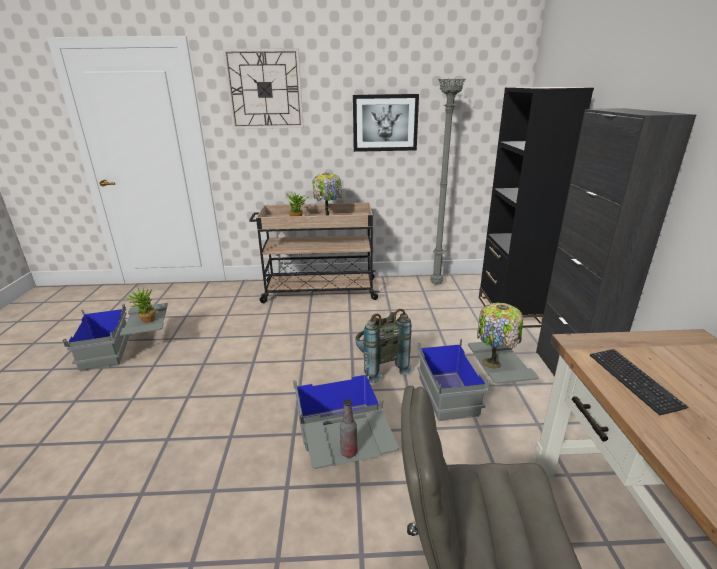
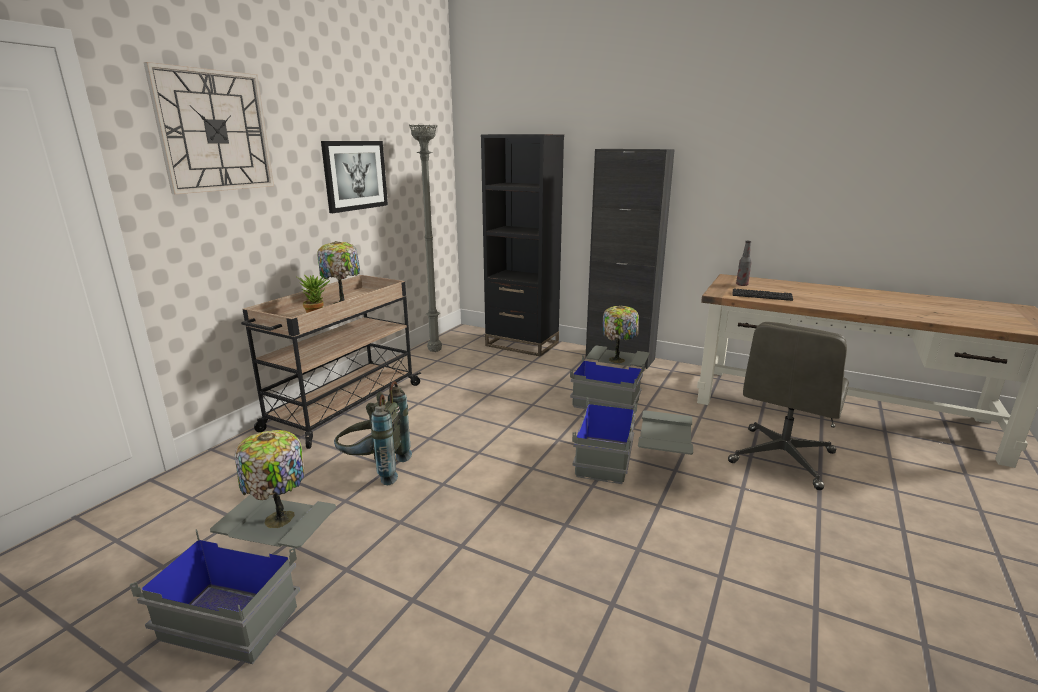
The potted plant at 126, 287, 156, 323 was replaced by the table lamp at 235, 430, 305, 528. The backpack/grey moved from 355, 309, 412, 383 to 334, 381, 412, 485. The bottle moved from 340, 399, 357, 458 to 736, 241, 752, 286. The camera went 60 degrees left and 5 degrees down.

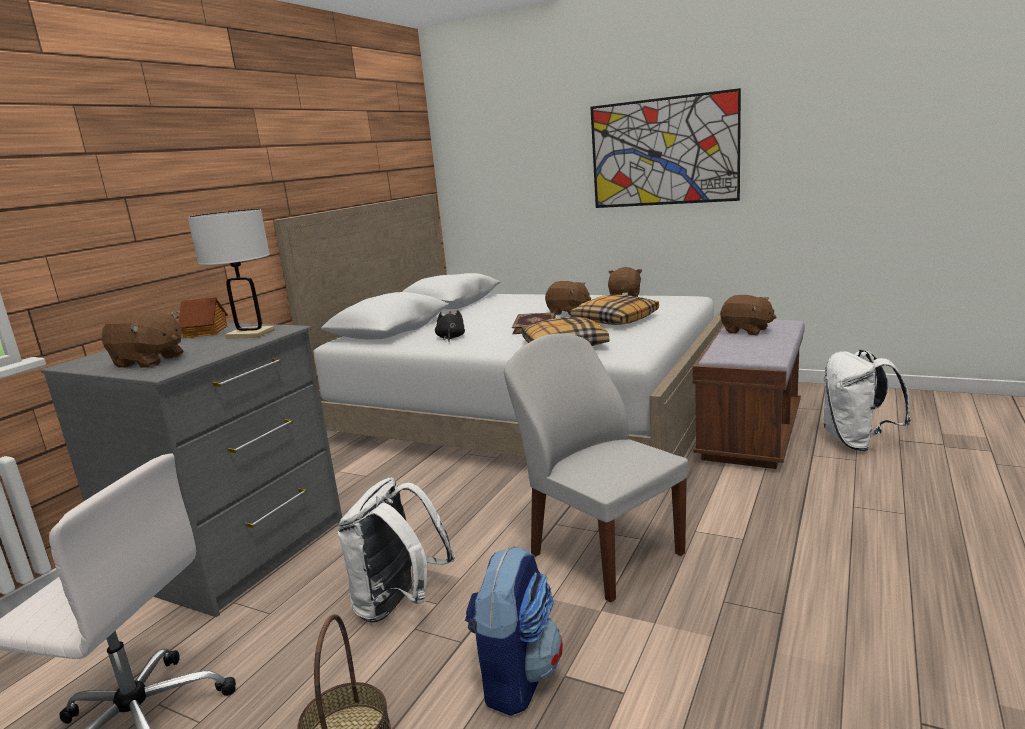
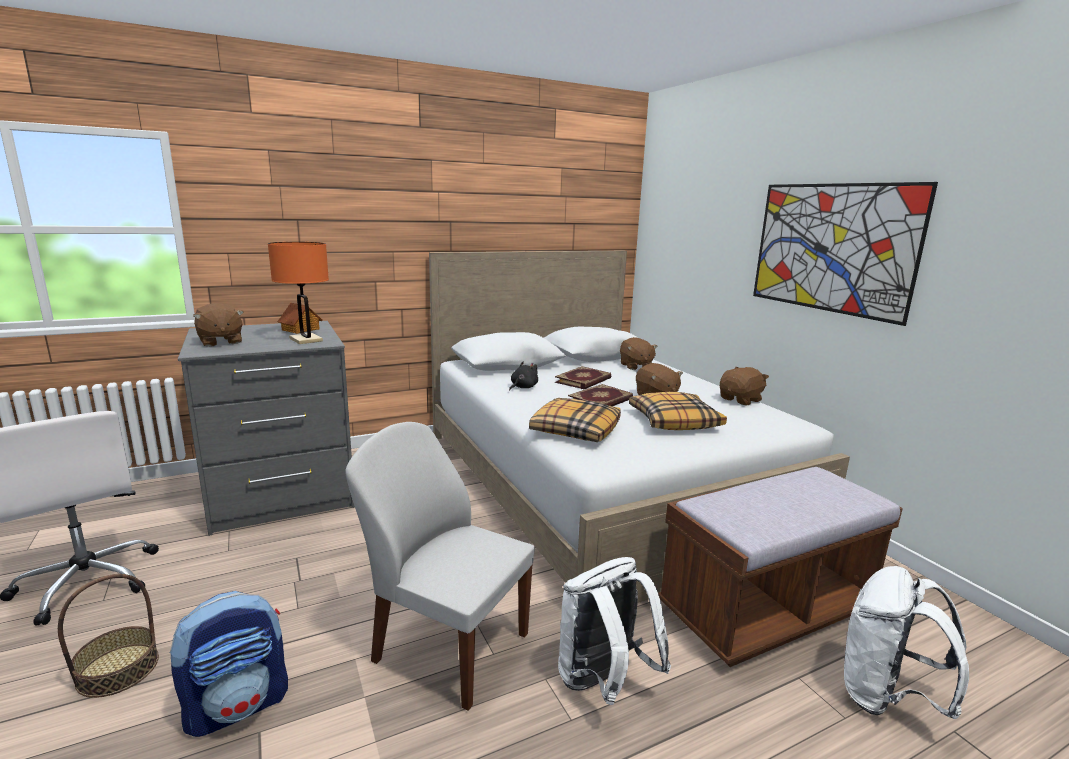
The table lamp/white at 188, 209, 275, 339 became the table lamp/orange at 268, 242, 329, 344. The plush toy/brown moved from 720, 295, 776, 335 to 620, 337, 658, 370. The chair/white at 504, 333, 688, 602 turned 60 degrees counterclockwise. The backpack/white moved from 338, 477, 455, 623 to 558, 557, 671, 705. The book at 555, 366, 611, 390 appeared. The camera went 35 degrees right and 0 degrees up.

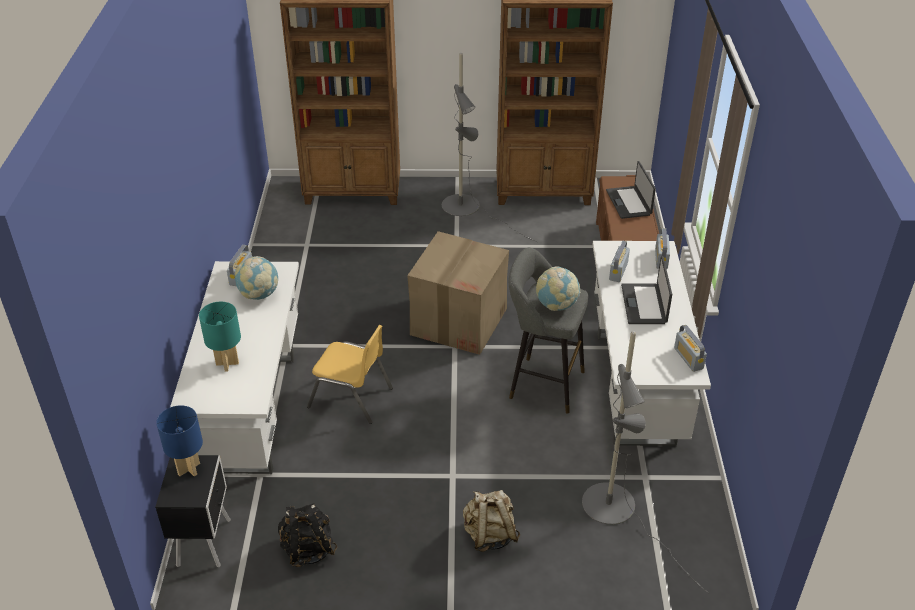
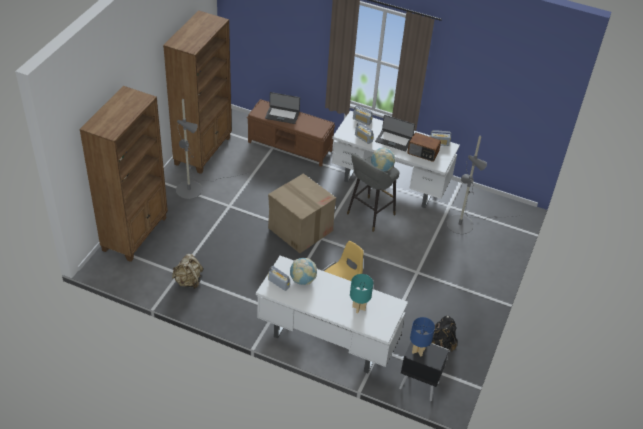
The backpack/beige moved from 463, 490, 520, 552 to 172, 254, 203, 289. The radio at 407, 132, 441, 162 appeared. The camera went 70 degrees left and 5 degrees up.

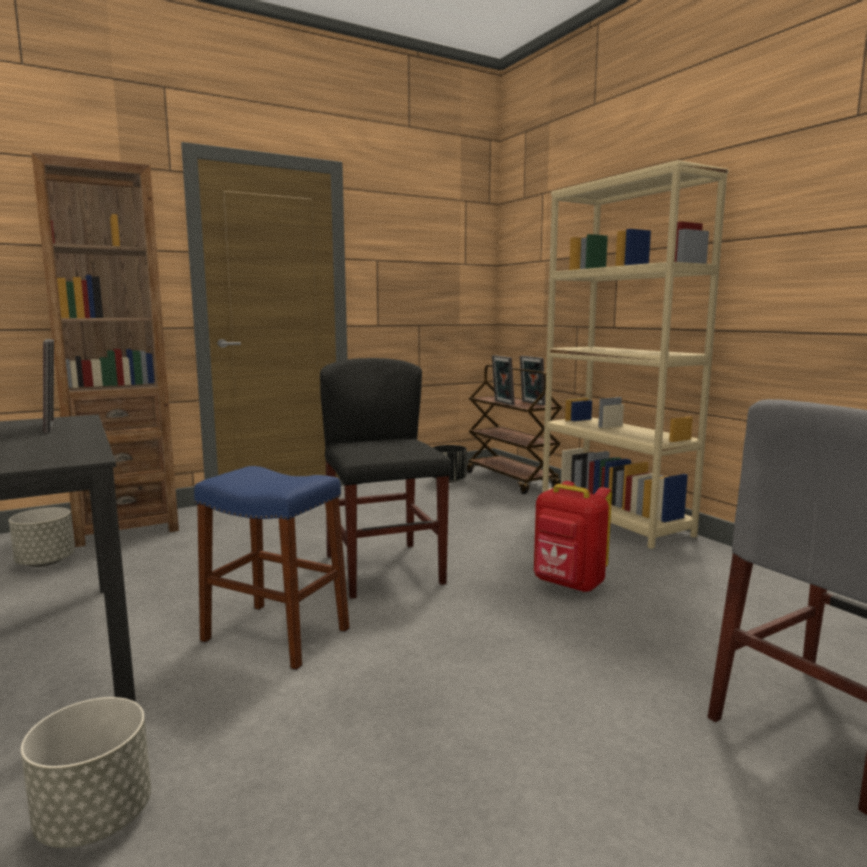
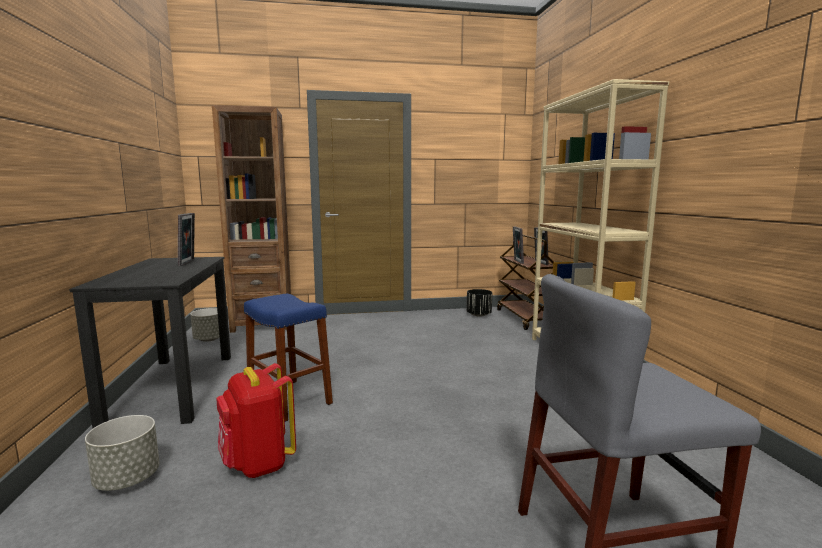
The chair/black at 320, 358, 451, 599 disappeared. The backpack/red moved from 534, 481, 612, 592 to 216, 363, 296, 478. The camera went 20 degrees right and 0 degrees up.

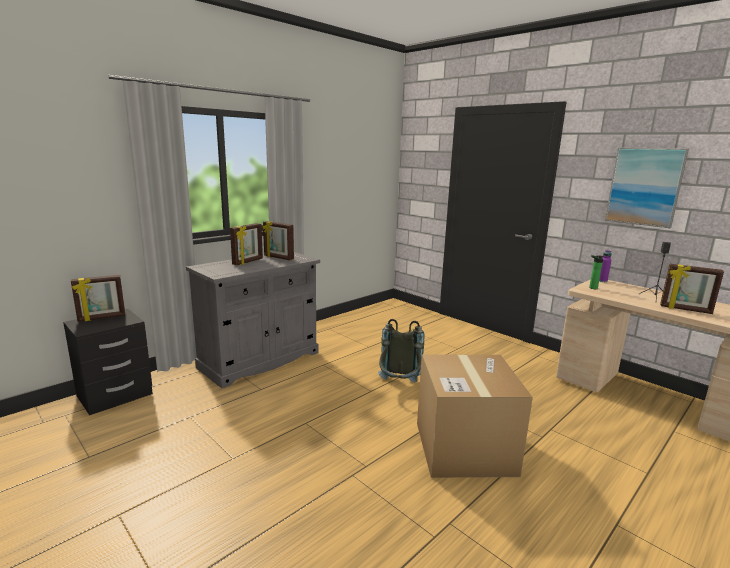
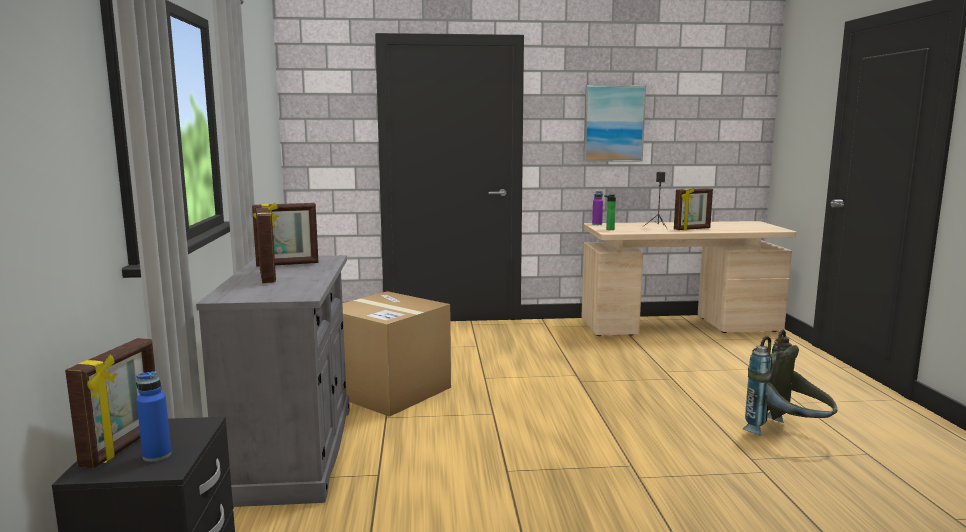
The backpack/grey moved from 378, 319, 425, 382 to 743, 330, 838, 436. The cardboard box moved from 417, 354, 533, 478 to 342, 291, 451, 417. The bottle/blue at 136, 371, 171, 462 appeared. The camera went 50 degrees left and 5 degrees down.

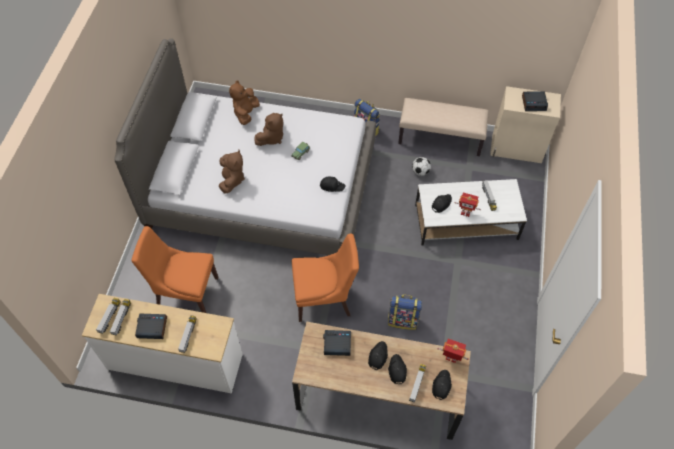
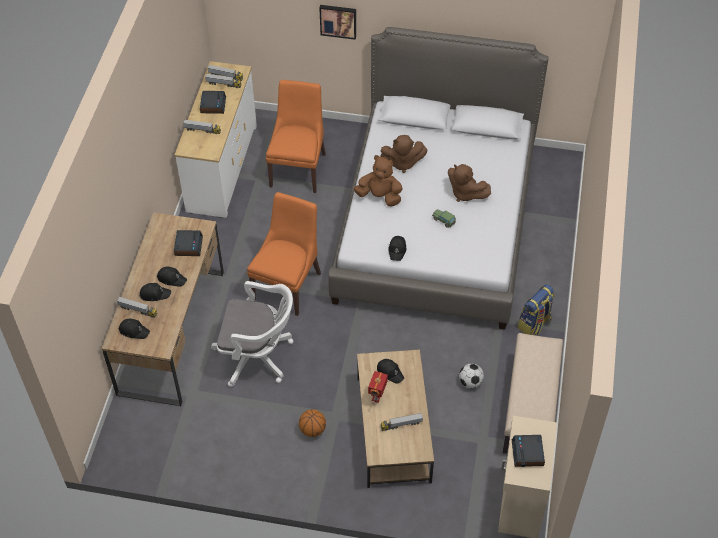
The plush toy/brown moved from 229, 80, 260, 125 to 354, 155, 403, 206. The coffee table/white at 415, 179, 527, 246 became the coffee table/brown at 357, 350, 434, 488. The chair/orange at 292, 234, 359, 322 turned 150 degrees counterclockwise. The backpack at 388, 294, 422, 330 was replaced by the office chair/white at 211, 281, 293, 387. The toy robot at 437, 339, 469, 363 disappeared. The picture at 319, 5, 356, 40 appeared. The basketball at 299, 409, 326, 437 appeared. The camera went 90 degrees right and 5 degrees down.

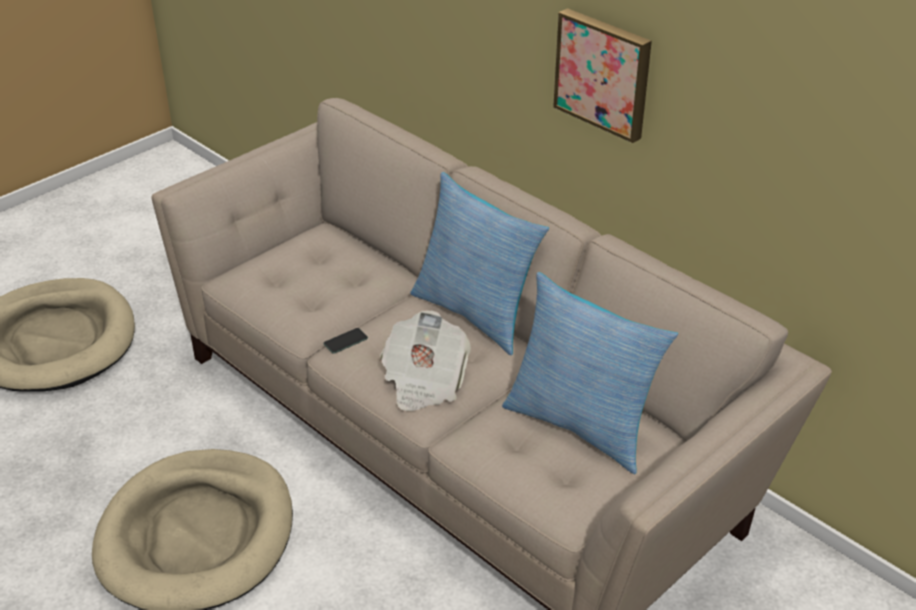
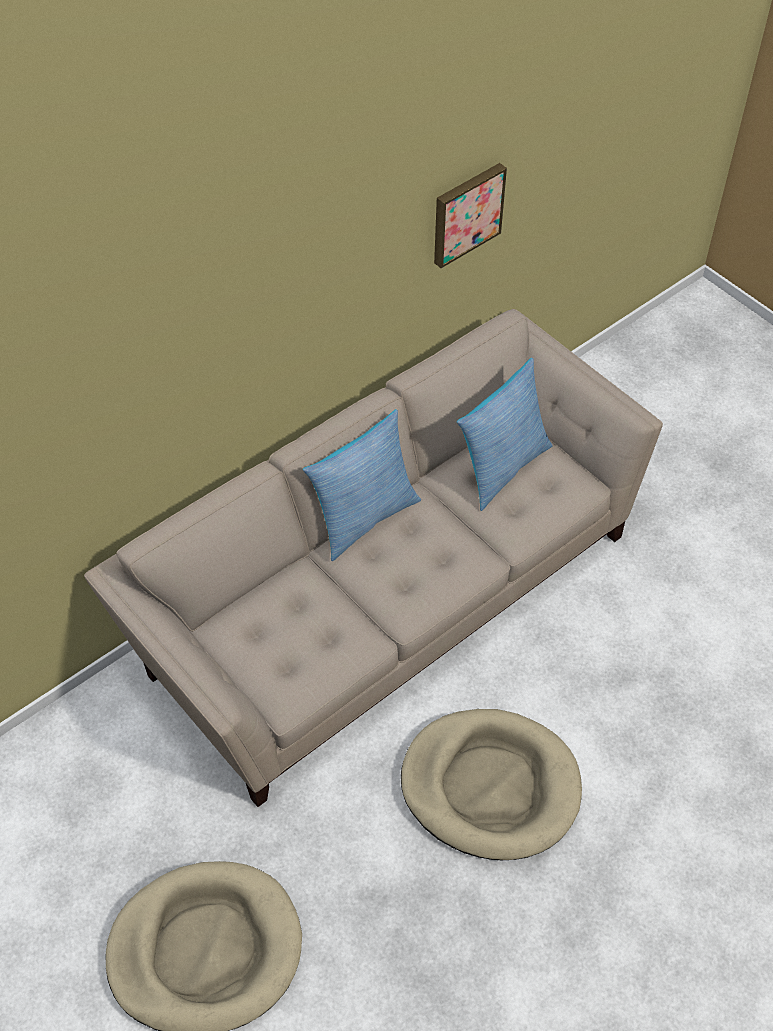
The picture moved from 553, 8, 652, 143 to 434, 163, 507, 268. The newspaper at 380, 310, 471, 411 disappeared. The phone at 323, 328, 368, 354 disappeared. The camera went 85 degrees left and 15 degrees up.

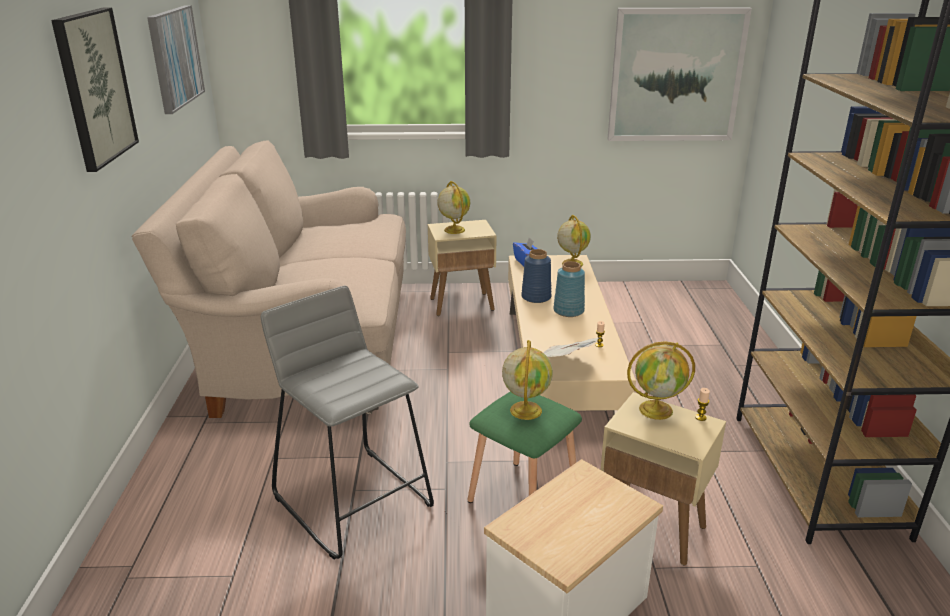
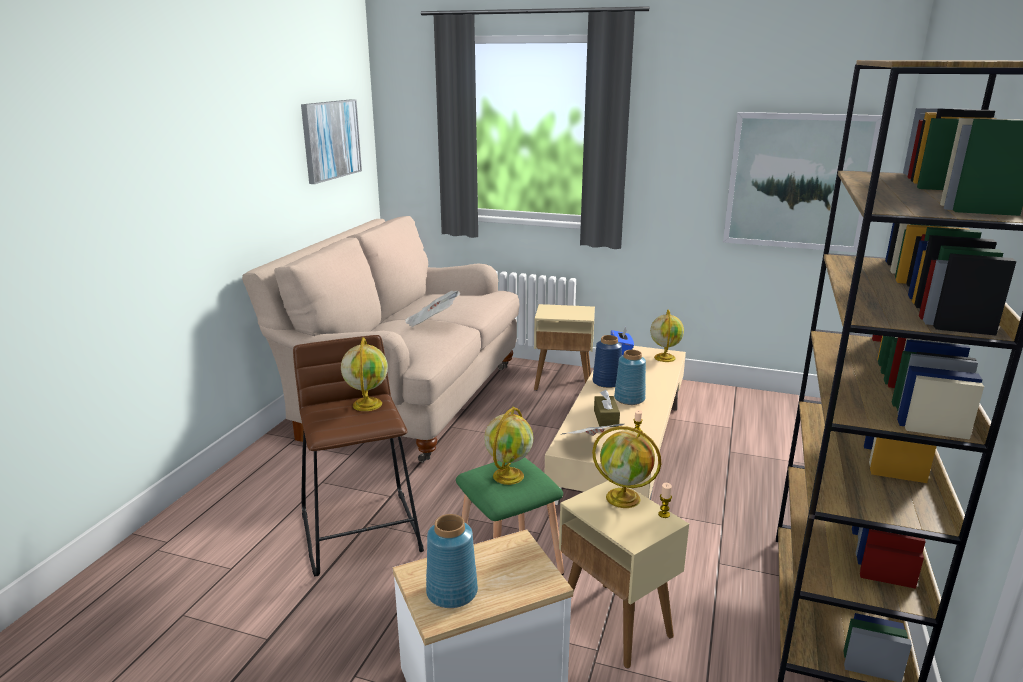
The picture at 51, 7, 139, 172 disappeared. The globe moved from 437, 181, 470, 234 to 341, 337, 388, 411. The stool/grey at 261, 286, 434, 560 became the stool/brown at 293, 335, 424, 576. The newspaper at 405, 291, 460, 327 appeared. The tissue box/brown at 594, 390, 620, 427 appeared. The vase/blue at 426, 514, 478, 608 appeared. The camera went 20 degrees right and 5 degrees down.

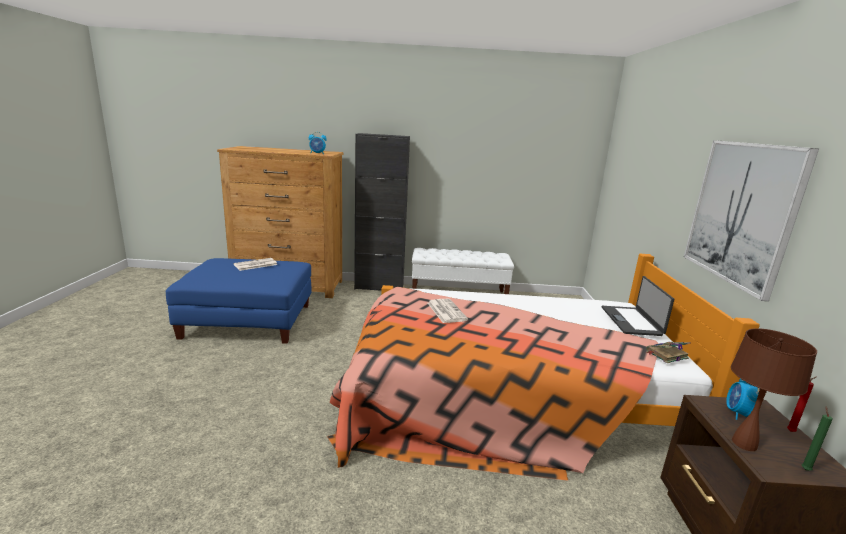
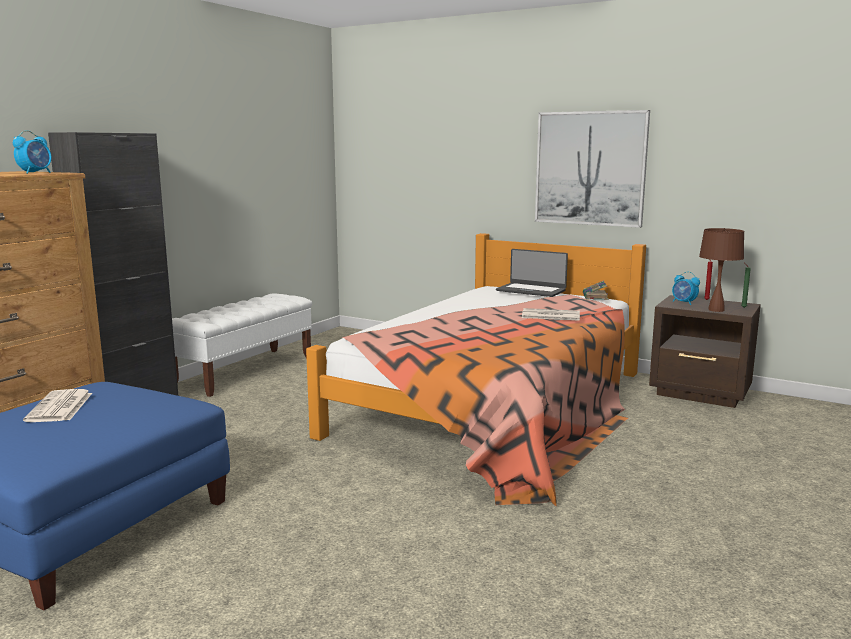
The newspaper moved from 428, 299, 468, 323 to 522, 308, 580, 321. The camera went 60 degrees left and 5 degrees down.

